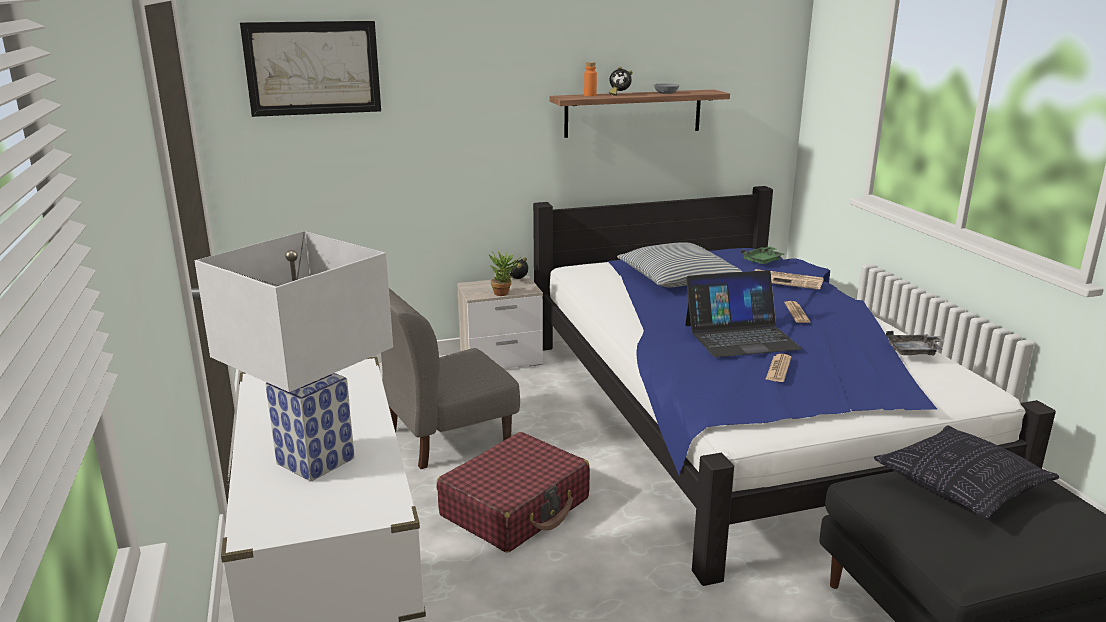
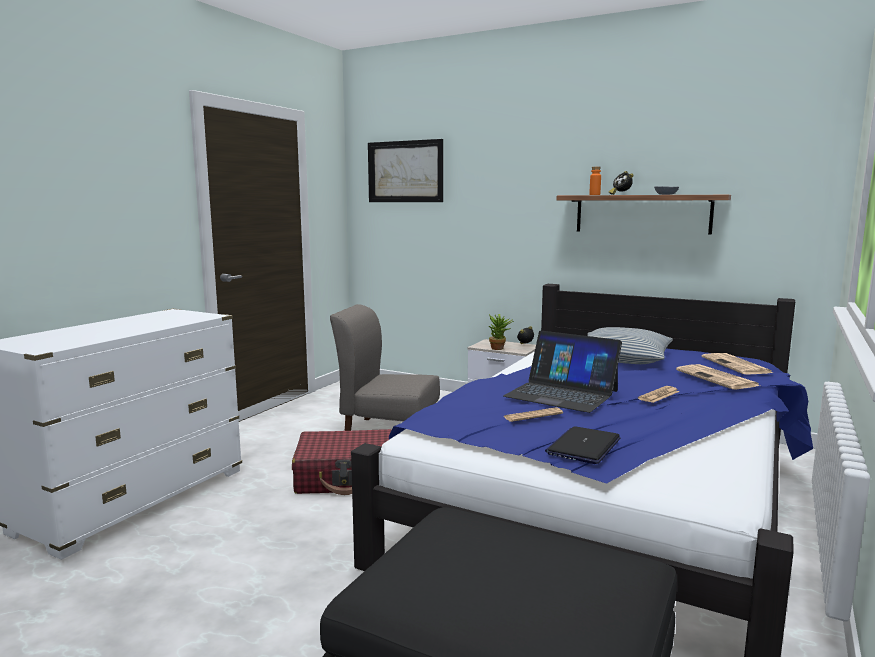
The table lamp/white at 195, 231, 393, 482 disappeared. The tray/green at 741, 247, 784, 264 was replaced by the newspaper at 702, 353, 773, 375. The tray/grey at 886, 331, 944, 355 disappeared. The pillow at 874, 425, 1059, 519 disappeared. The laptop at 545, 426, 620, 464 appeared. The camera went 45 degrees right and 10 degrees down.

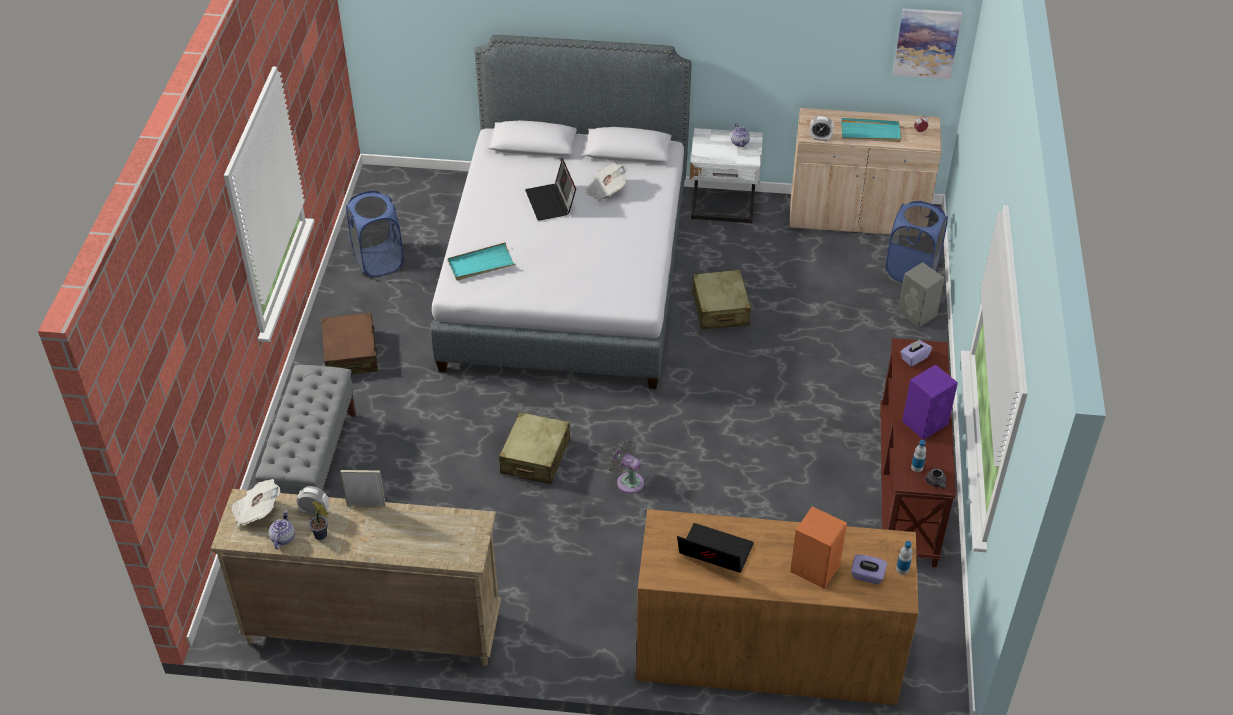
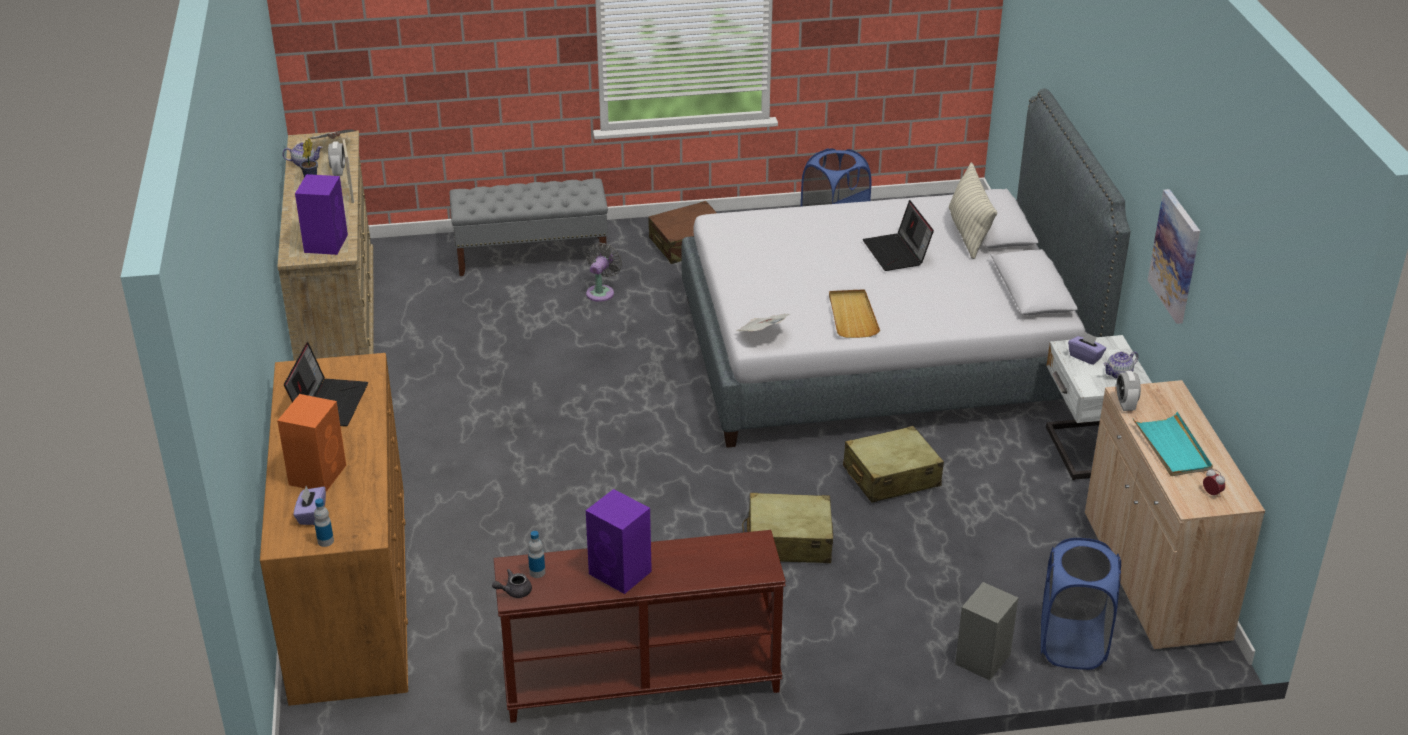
The picture moved from 893, 8, 962, 79 to 1148, 189, 1200, 324. The laptop at 525, 159, 576, 221 turned 75 degrees counterclockwise. The newspaper moved from 585, 163, 627, 201 to 736, 314, 790, 331. The tray/turquoise at 448, 242, 516, 281 disappeared. The tissue box/purple moved from 900, 339, 932, 367 to 1068, 332, 1106, 365. The suitcase/beige moved from 499, 412, 570, 484 to 742, 492, 833, 563. The fan/grey moved from 608, 440, 644, 494 to 586, 243, 622, 302. The pillow at 949, 162, 997, 259 appeared. The speaker/purple at 295, 174, 348, 255 appeared. The tray/beige at 829, 289, 880, 338 appeared. The camera went 75 degrees right and 10 degrees down.

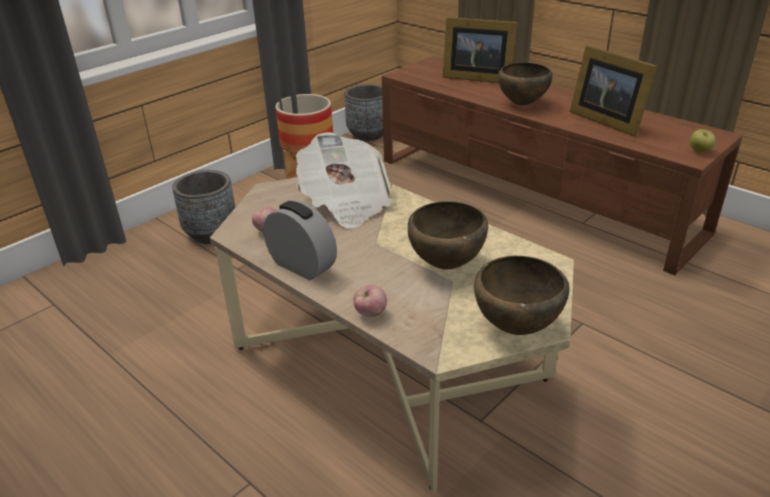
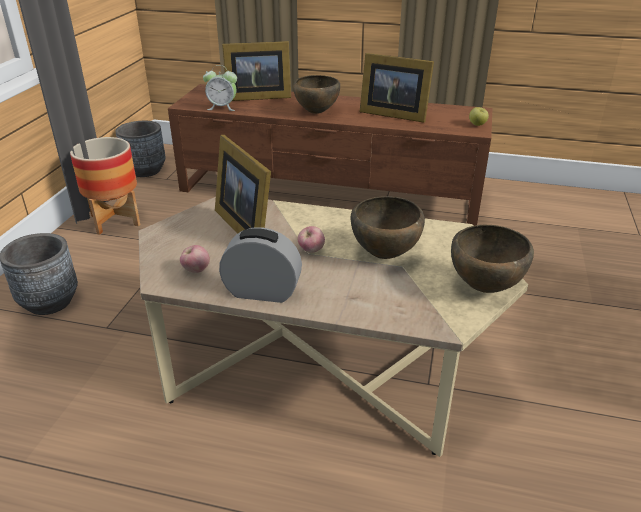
The newspaper at 296, 132, 393, 229 was replaced by the picture frame at 215, 135, 271, 234. The apple moved from 353, 285, 387, 317 to 297, 226, 325, 253. The alarm clock at 203, 65, 237, 111 appeared. The camera went 30 degrees left and 0 degrees up.

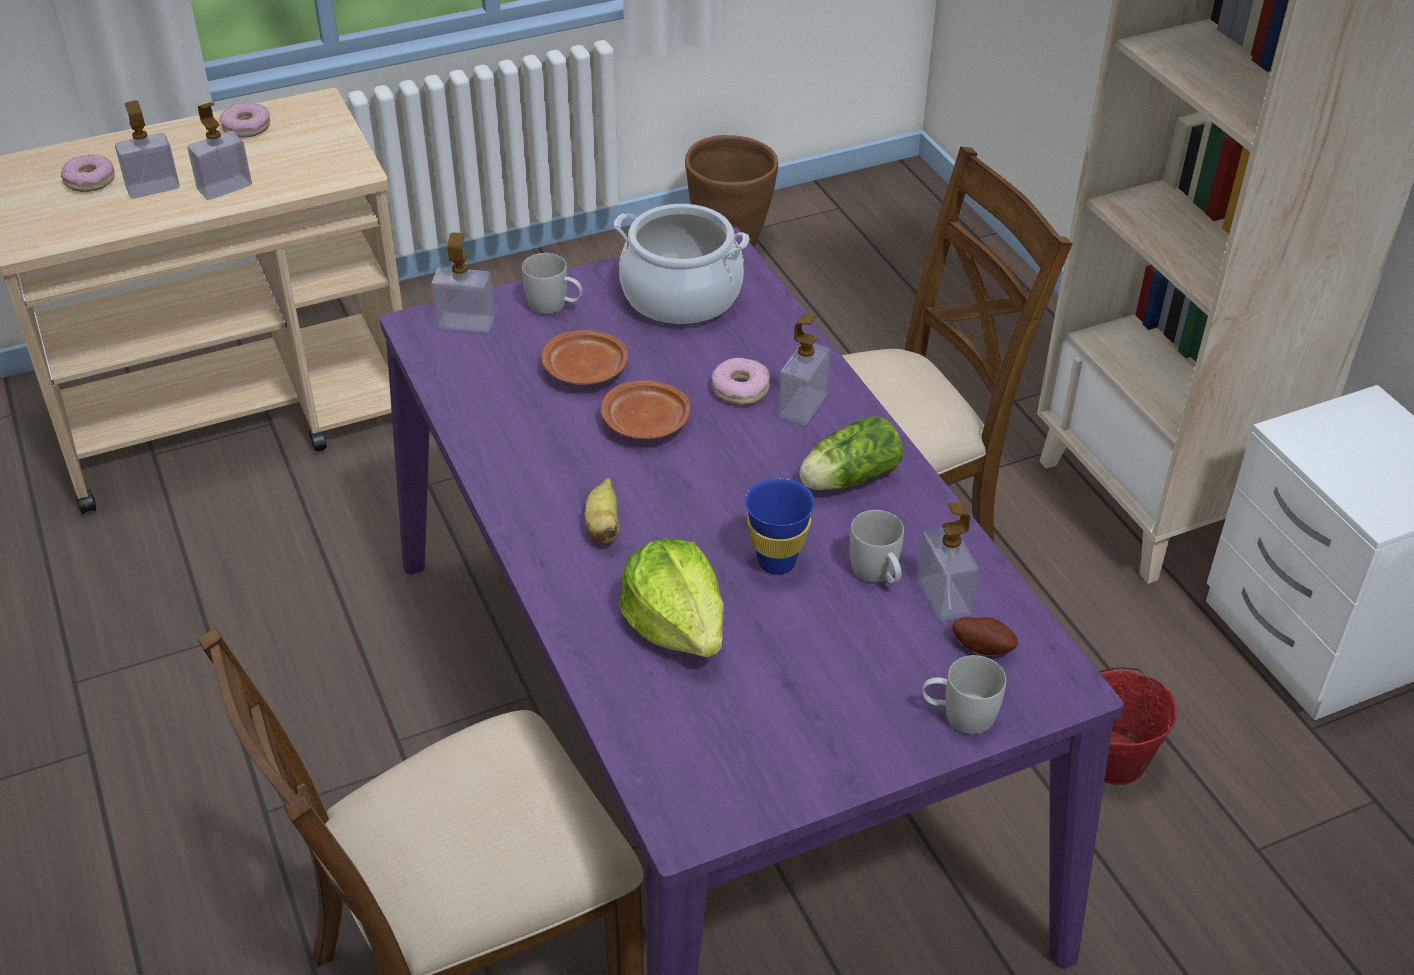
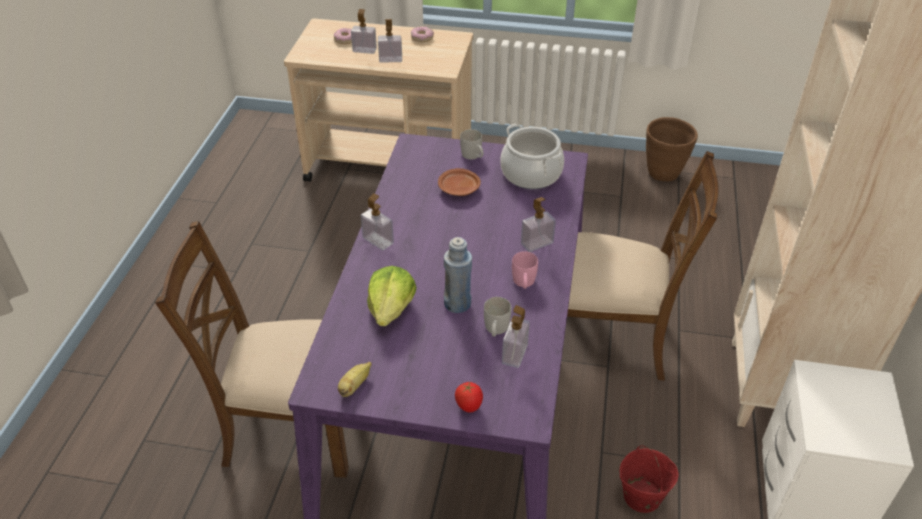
The soap dispenser moved from 431, 232, 495, 333 to 360, 193, 394, 250. The donut at 712, 357, 770, 405 disappeared. The plate/brown at 601, 380, 691, 439 disappeared. The lettuce at 799, 416, 903, 490 was replaced by the mug/pink at 512, 251, 538, 289. The banana moved from 585, 478, 620, 543 to 338, 362, 372, 397. The cup/blue at 745, 478, 815, 574 was replaced by the bottle/blue at 444, 237, 472, 313. The potato at 952, 617, 1018, 655 disappeared. The mug/white at 922, 655, 1006, 734 was replaced by the tomato at 455, 382, 483, 412. The camera went 35 degrees right and 0 degrees up.

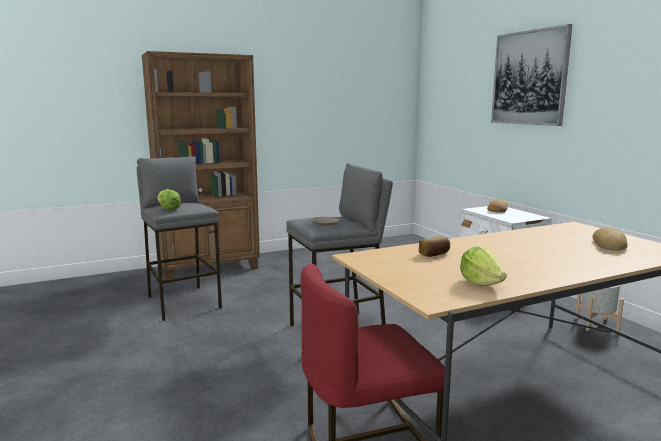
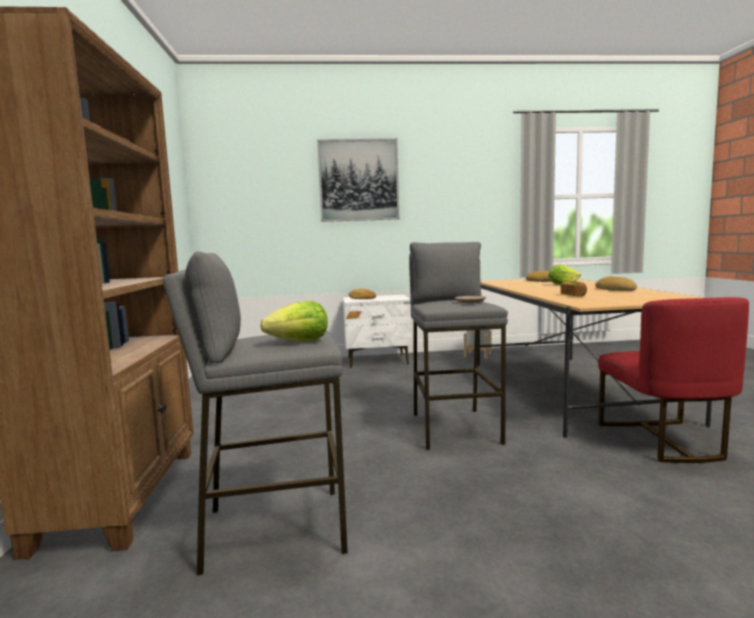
The lettuce moved from 460, 247, 507, 286 to 548, 265, 581, 285. The bread at 595, 276, 637, 291 appeared. The camera went 70 degrees left and 5 degrees down.

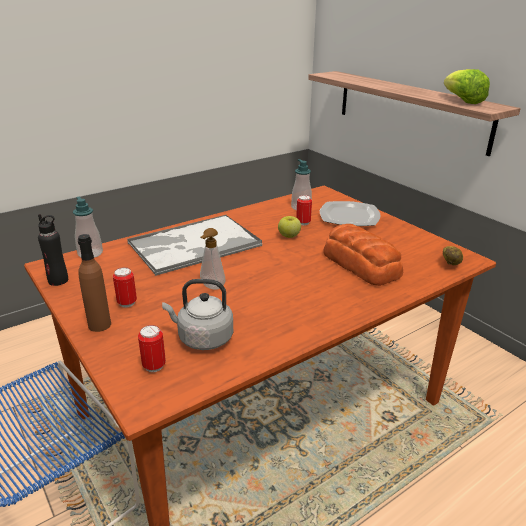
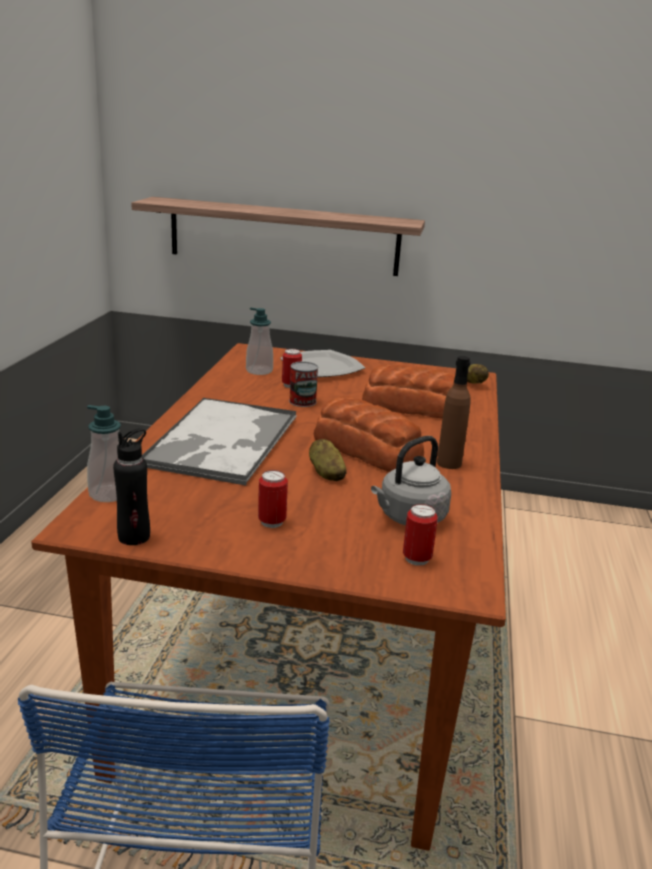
The lettuce at 444, 69, 490, 104 disappeared. The apple at 278, 216, 301, 238 was replaced by the can at 289, 361, 318, 407. The soap dispenser at 200, 228, 226, 290 was replaced by the potato at 309, 439, 347, 481. The bottle/brown moved from 78, 234, 111, 332 to 437, 356, 471, 469. The bread at 314, 396, 424, 472 appeared. The camera went 45 degrees left and 5 degrees down.

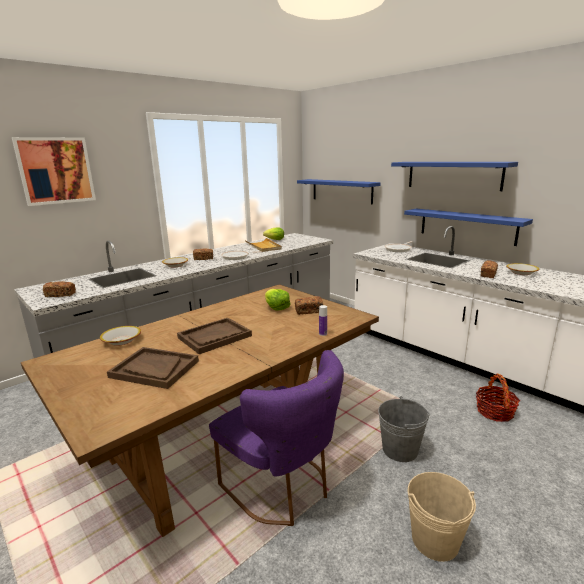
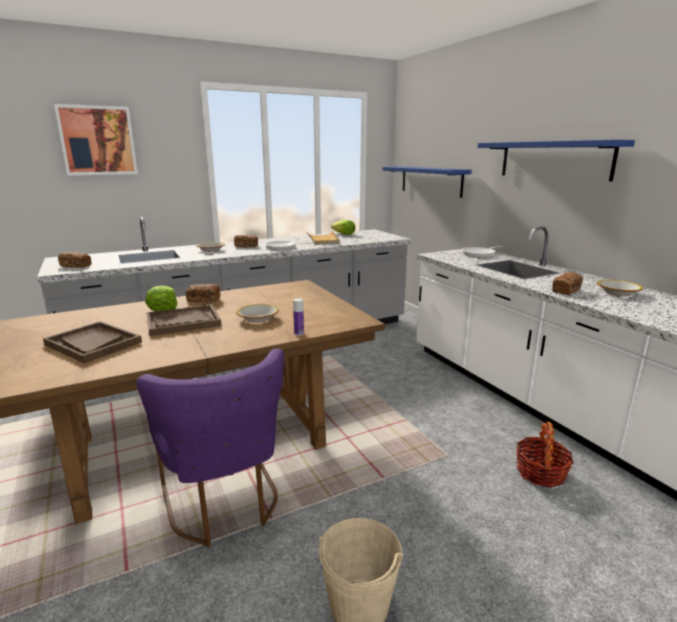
The shelf/blue at 404, 209, 533, 246 disappeared. The lettuce moved from 265, 289, 291, 311 to 145, 285, 178, 311. The bread moved from 295, 296, 323, 315 to 185, 284, 220, 303. The bowl moved from 100, 326, 141, 346 to 236, 304, 279, 323. The bucket/grey at 378, 396, 430, 462 disappeared. The camera went 15 degrees right and 0 degrees up.

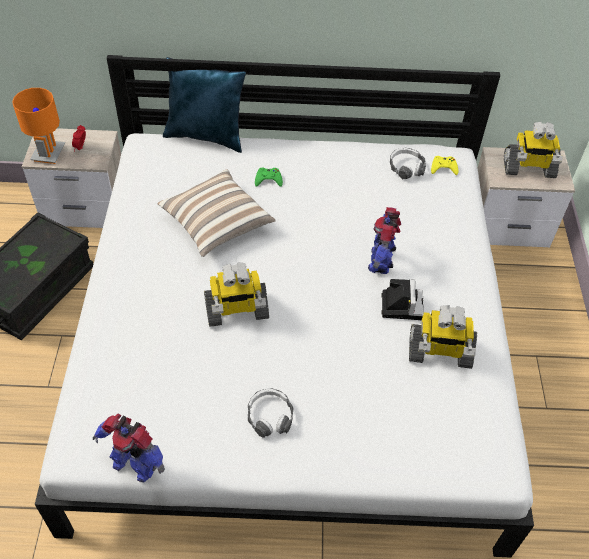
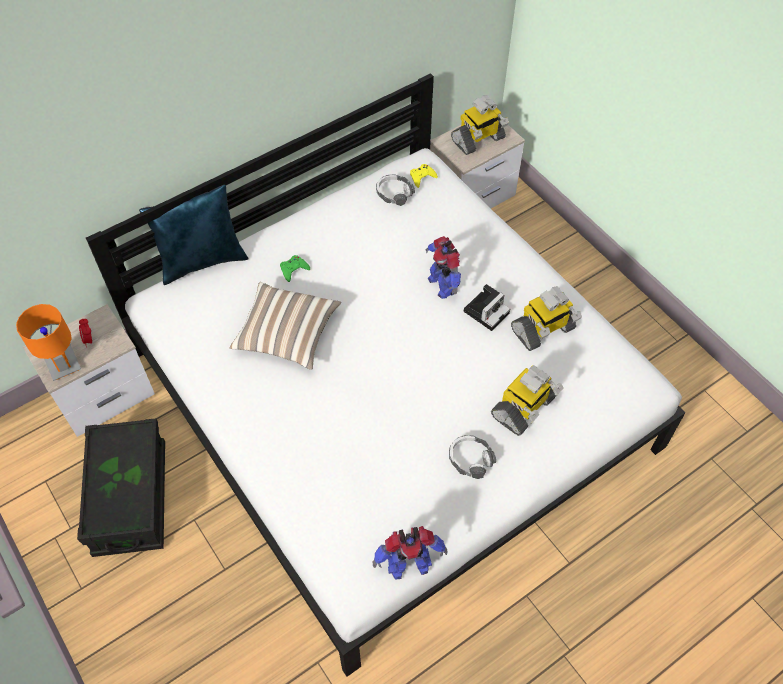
The toy robot moved from 204, 262, 269, 327 to 491, 365, 564, 436. The photo camera at 381, 279, 424, 320 turned 75 degrees clockwise. The camera went 35 degrees left and 5 degrees up.

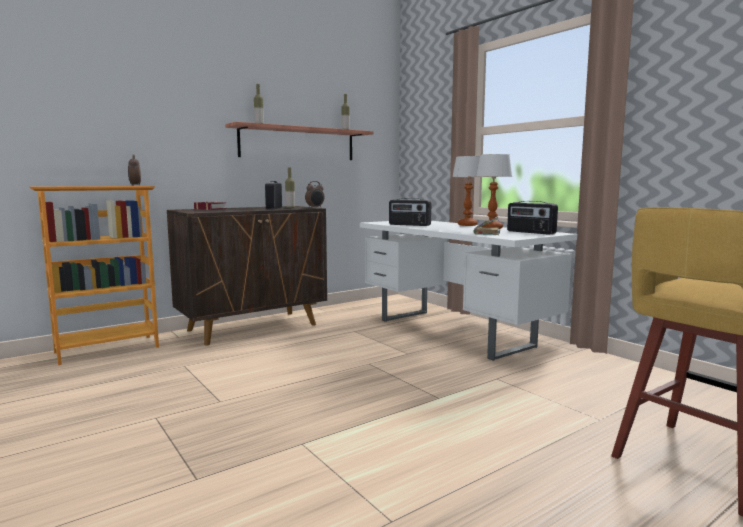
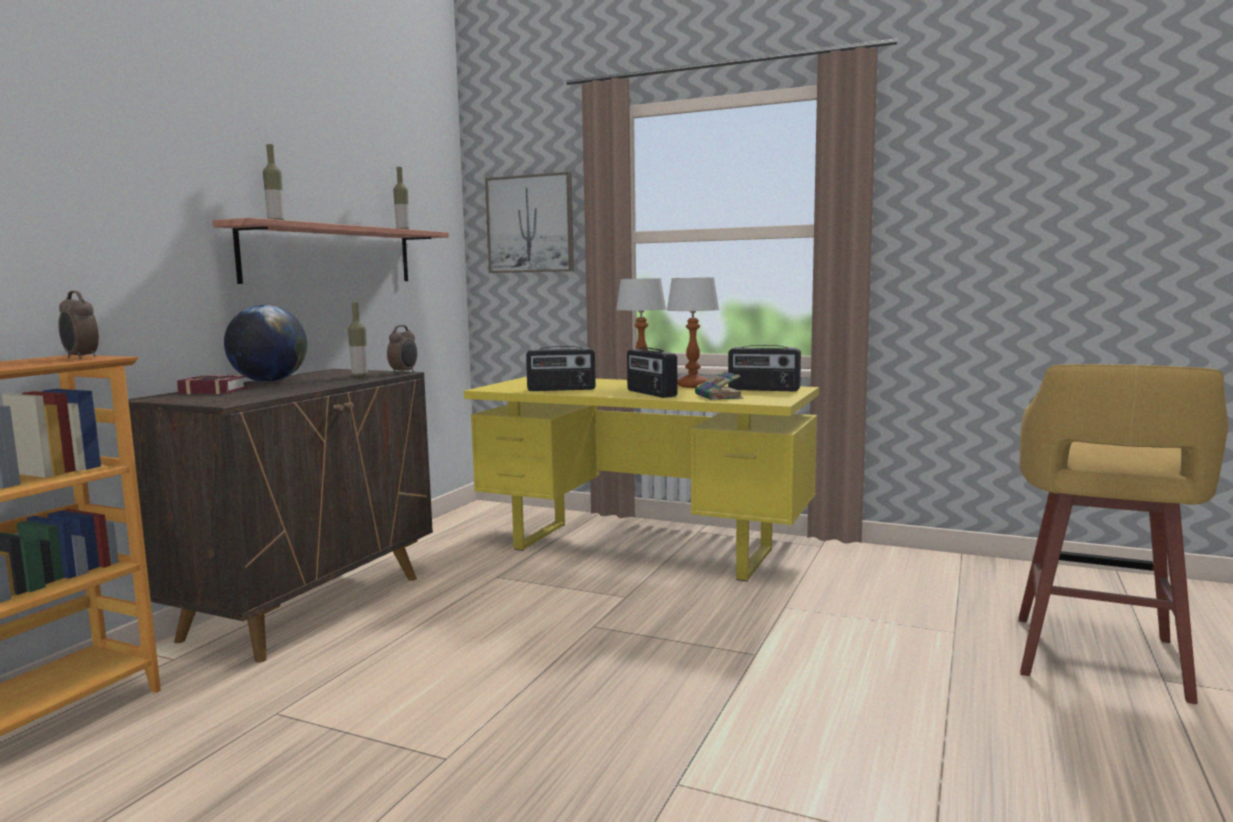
The radio moved from 265, 181, 282, 209 to 627, 348, 677, 398. The desk/white at 360, 221, 577, 361 became the desk/yellow at 464, 377, 819, 581. The picture at 485, 172, 574, 273 appeared. The globe at 224, 305, 307, 382 appeared. The camera went 30 degrees left and 0 degrees up.

